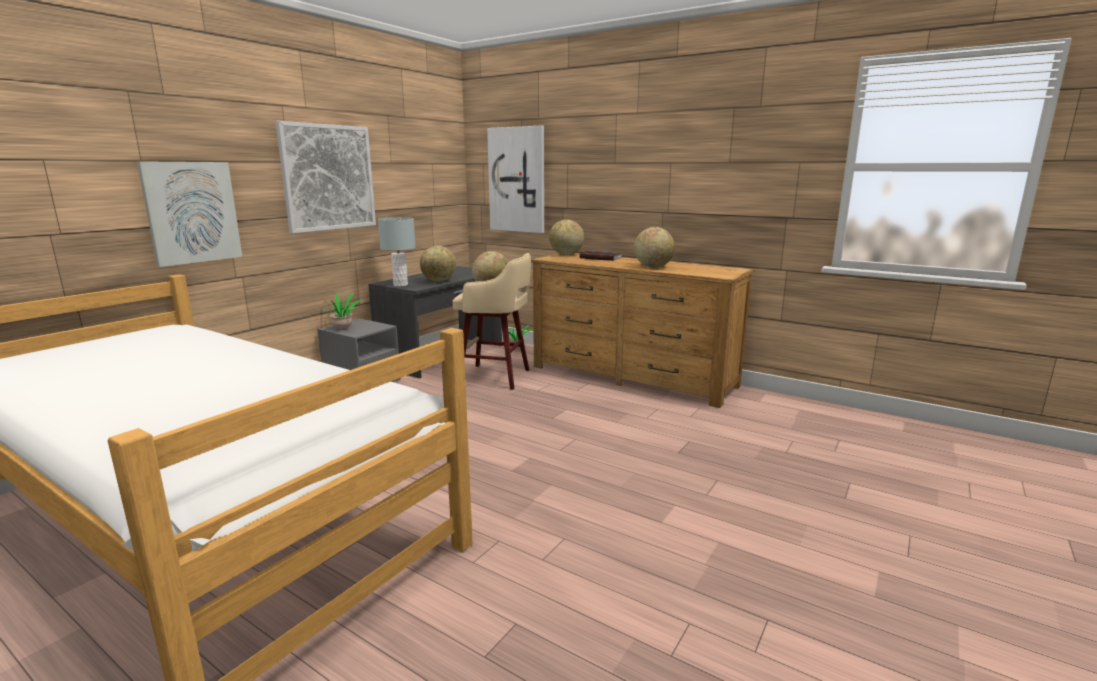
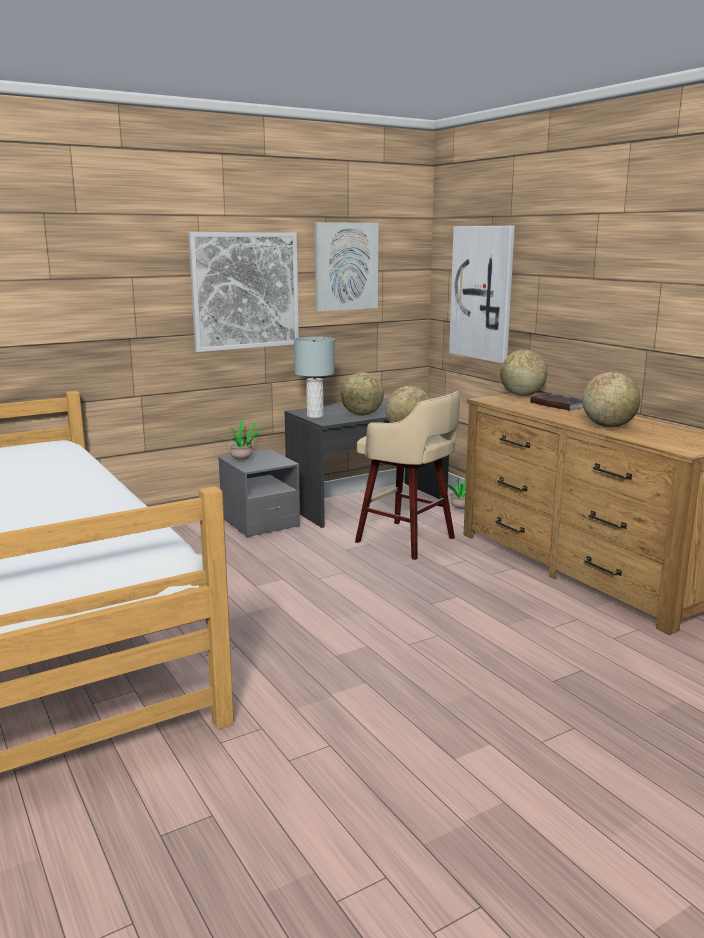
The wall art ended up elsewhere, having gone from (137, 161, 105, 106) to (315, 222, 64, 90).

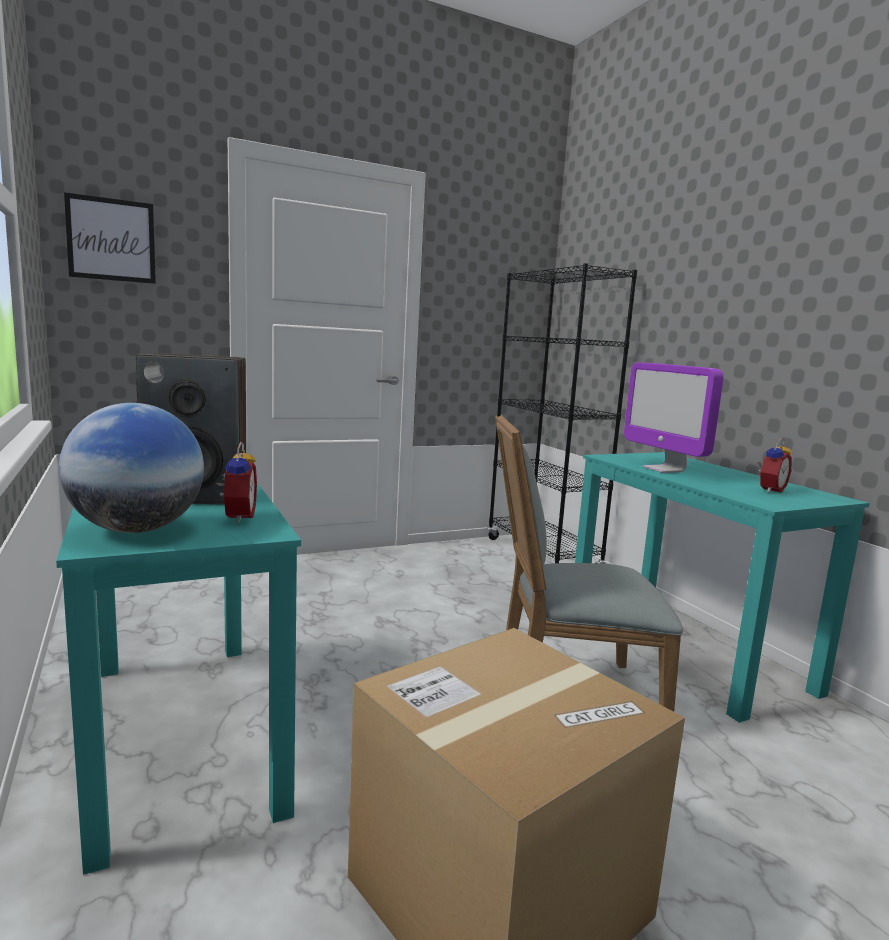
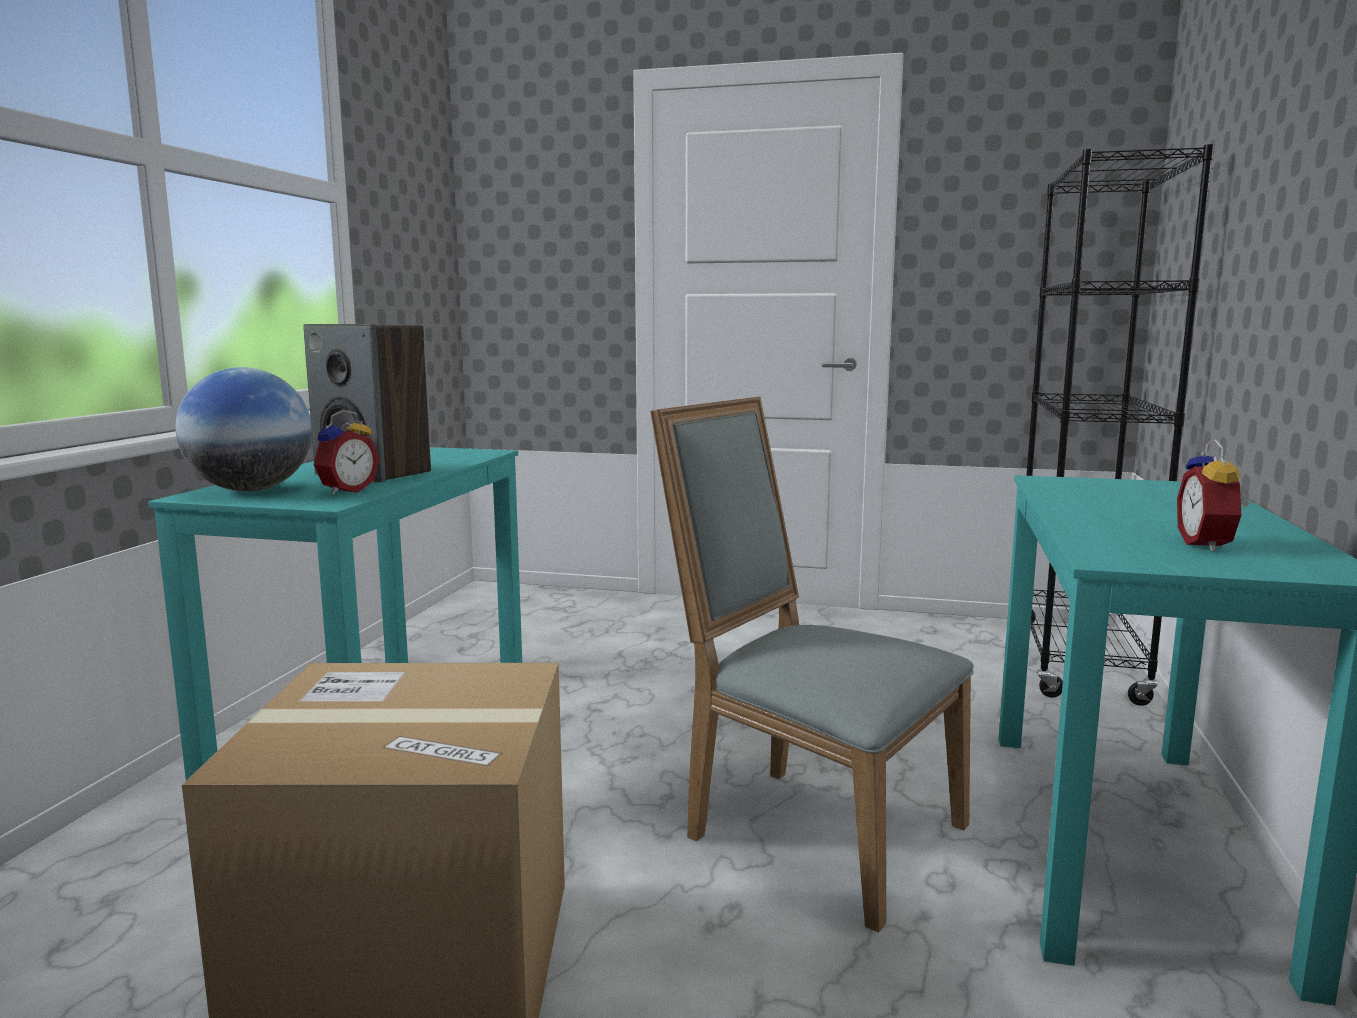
The second view lost the wall art at (64, 192, 92, 92).
The second view lost the computer display at (624, 362, 100, 111).
The bedside clock at (758, 438, 34, 55) ended up facing another way, 105 degrees clockwise from before.

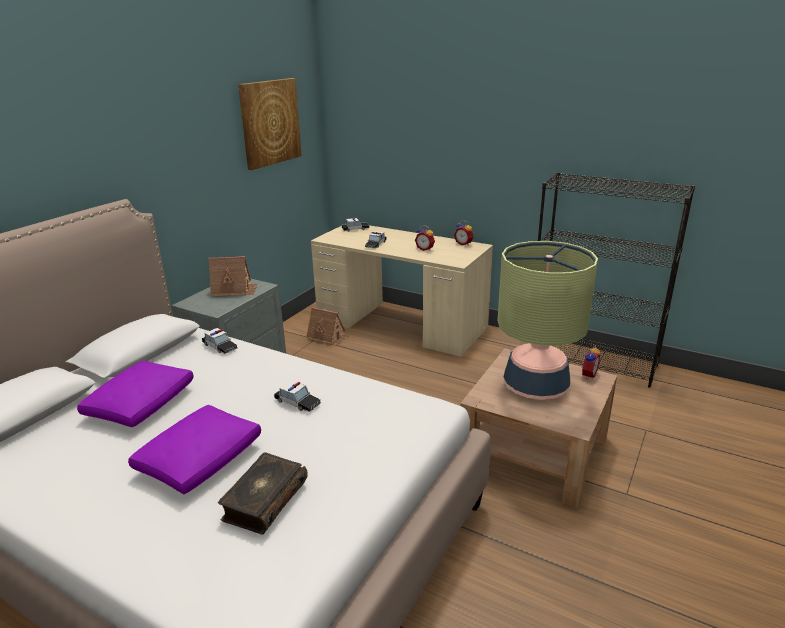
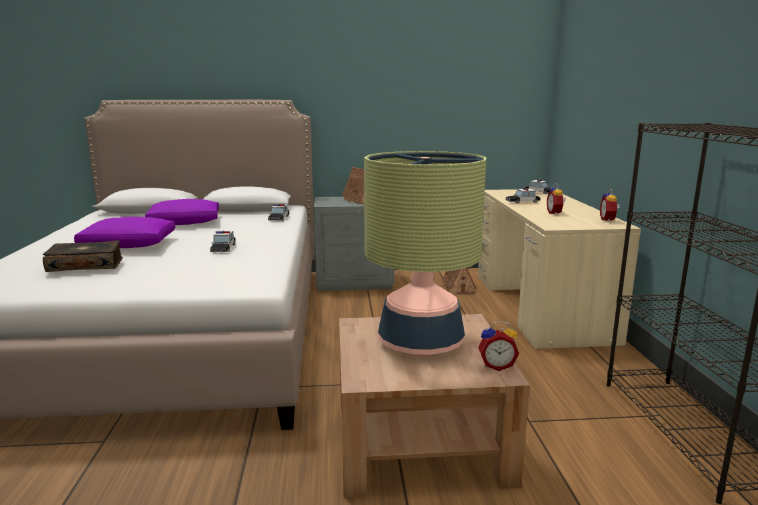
The second view lost the wall art at (238, 78, 64, 92).

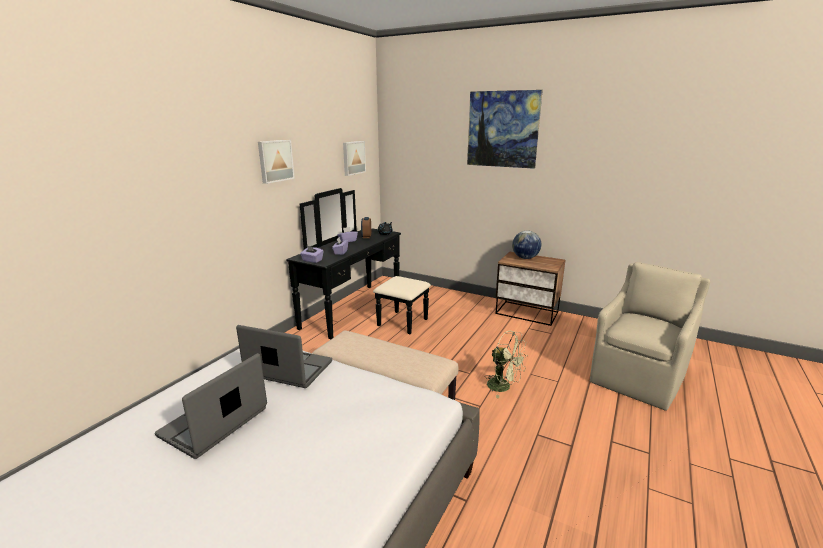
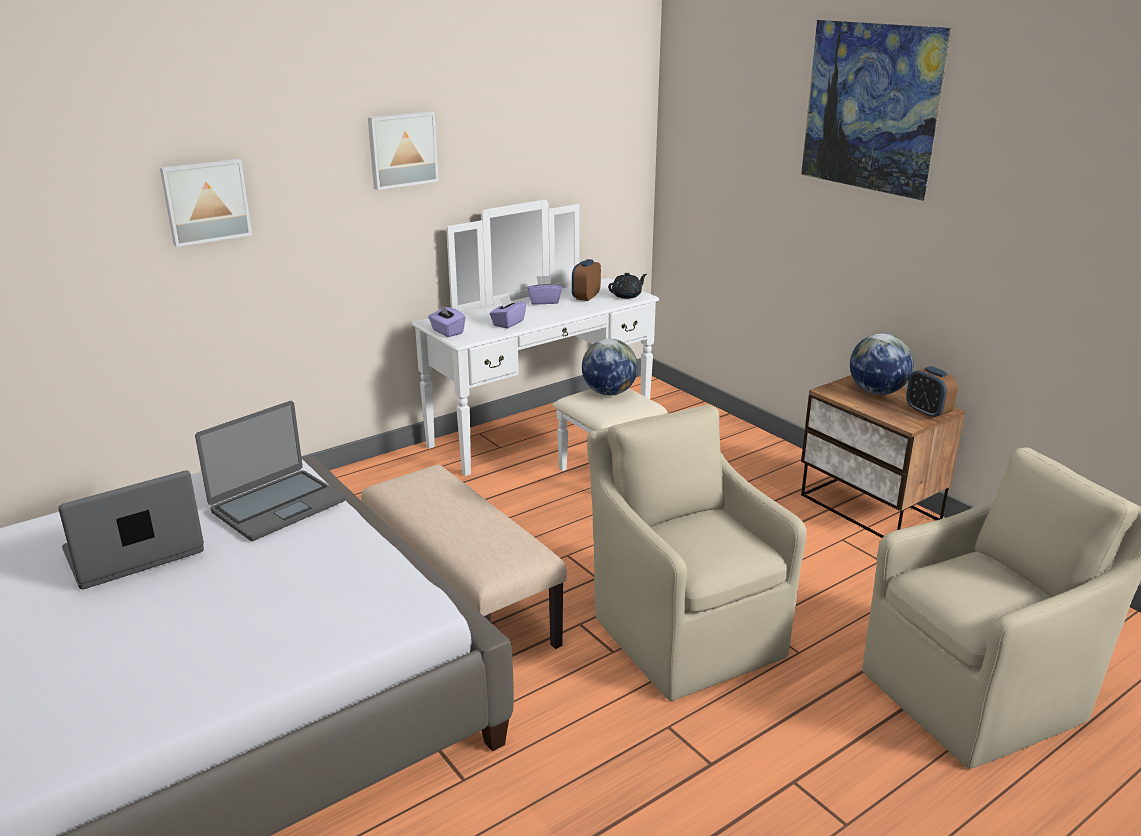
The laptop at (236, 325, 96, 63) ended up facing another way, 90 degrees clockwise from before.
What was the black chest of drawers at (287, 188, 144, 151) turned into the whitish chest of drawers at (412, 200, 256, 276).
The wall art ended up elsewhere, having gone from (343, 141, 23, 35) to (160, 159, 92, 88).
Where the green-coloured electric fan stood at (485, 331, 43, 67), the beige armchair came to stand at (587, 405, 220, 296).
The second view gained the desk globe at (582, 339, 56, 57).
The second view gained the bedside clock at (906, 366, 52, 53).

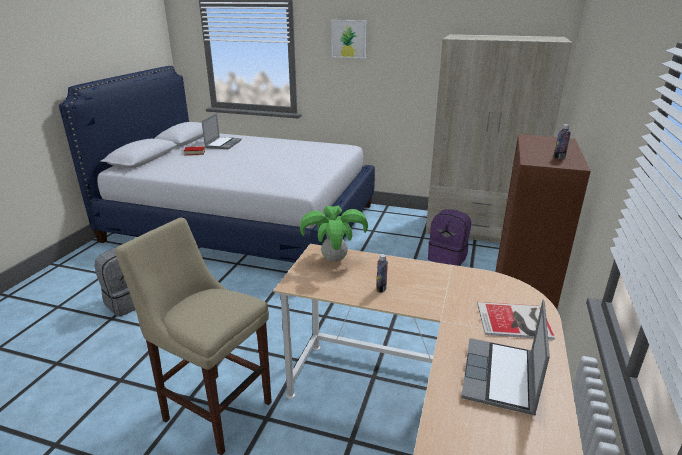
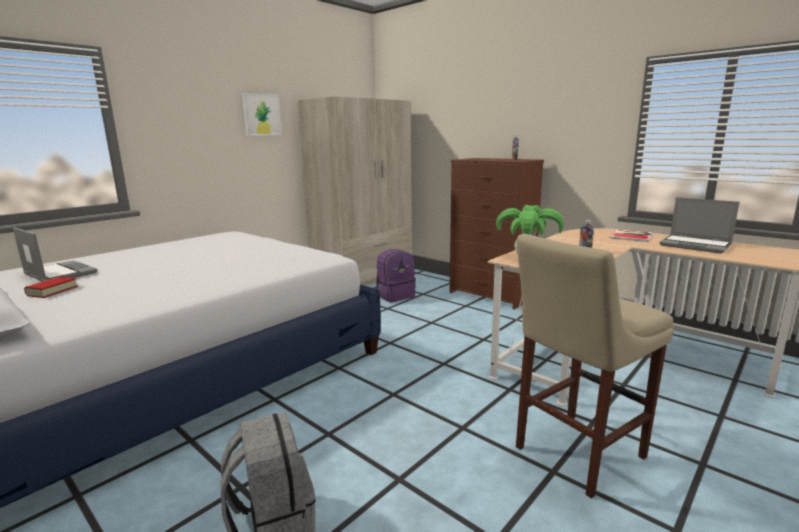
The wall art ended up elsewhere, having gone from (331, 20, 35, 39) to (242, 93, 40, 43).

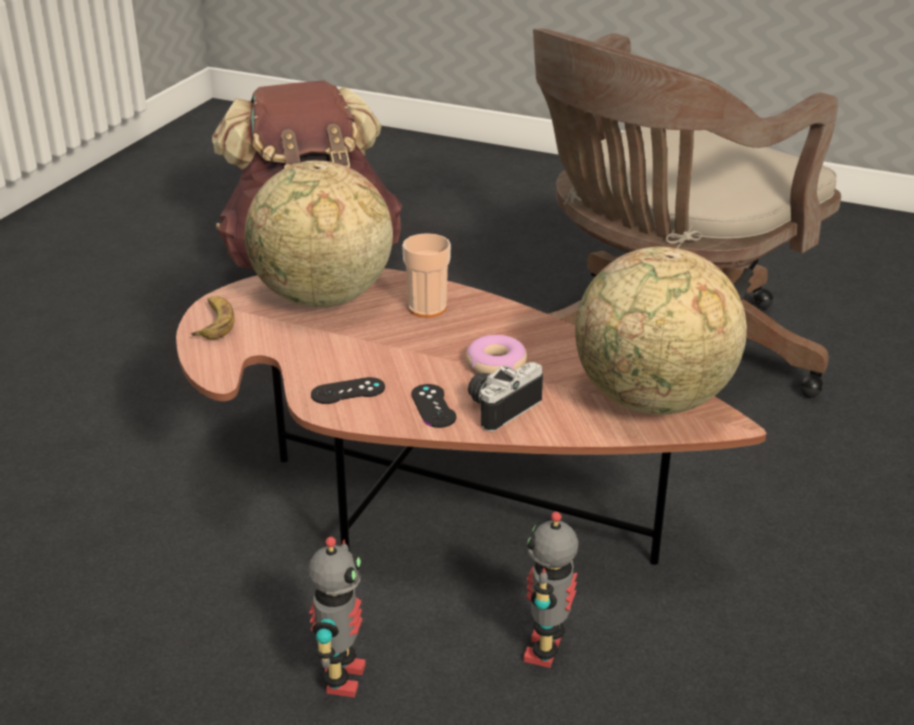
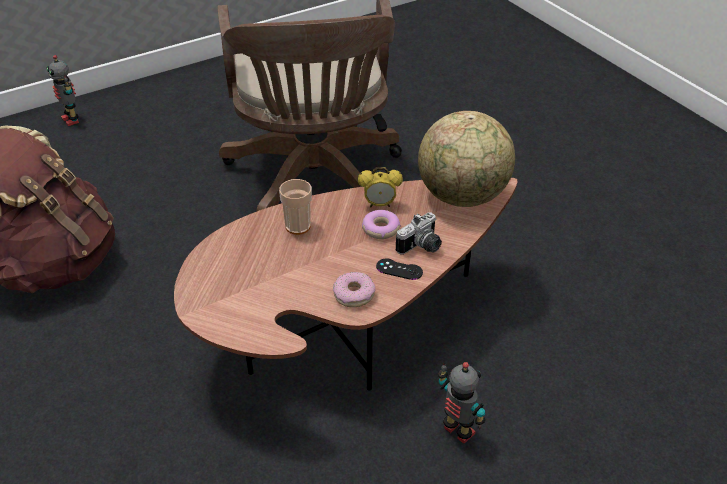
The second view lost the banana at (191, 296, 43, 44).
The second view lost the desk globe at (245, 161, 148, 147).
Where the black joypad stood at (311, 377, 74, 27), the doughnut came to stand at (333, 272, 42, 35).
The still camera at (468, 362, 75, 70) ended up facing another way, 120 degrees counterclockwise from before.
The model robot ended up elsewhere, having gone from (523, 512, 56, 156) to (46, 55, 33, 71).
The second view gained the bedside clock at (358, 167, 45, 40).

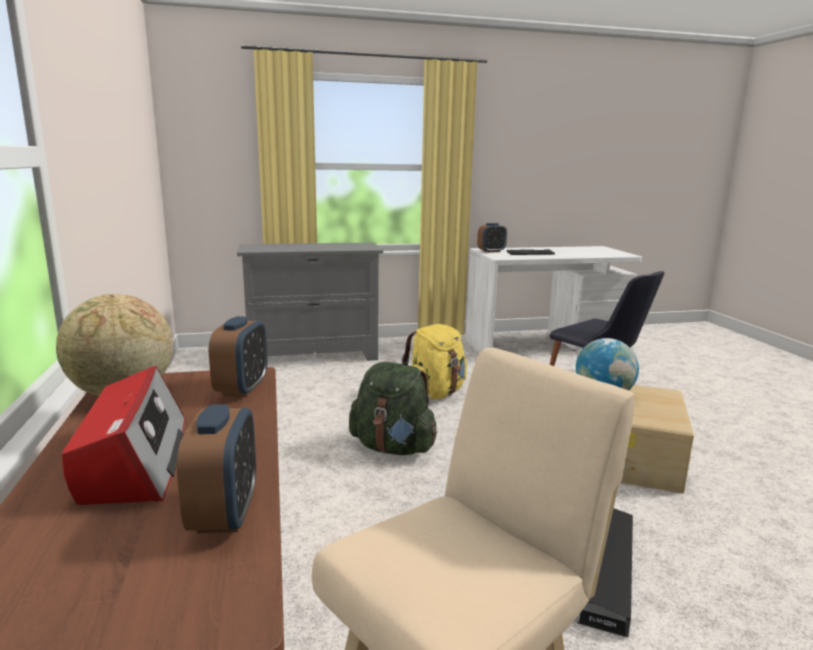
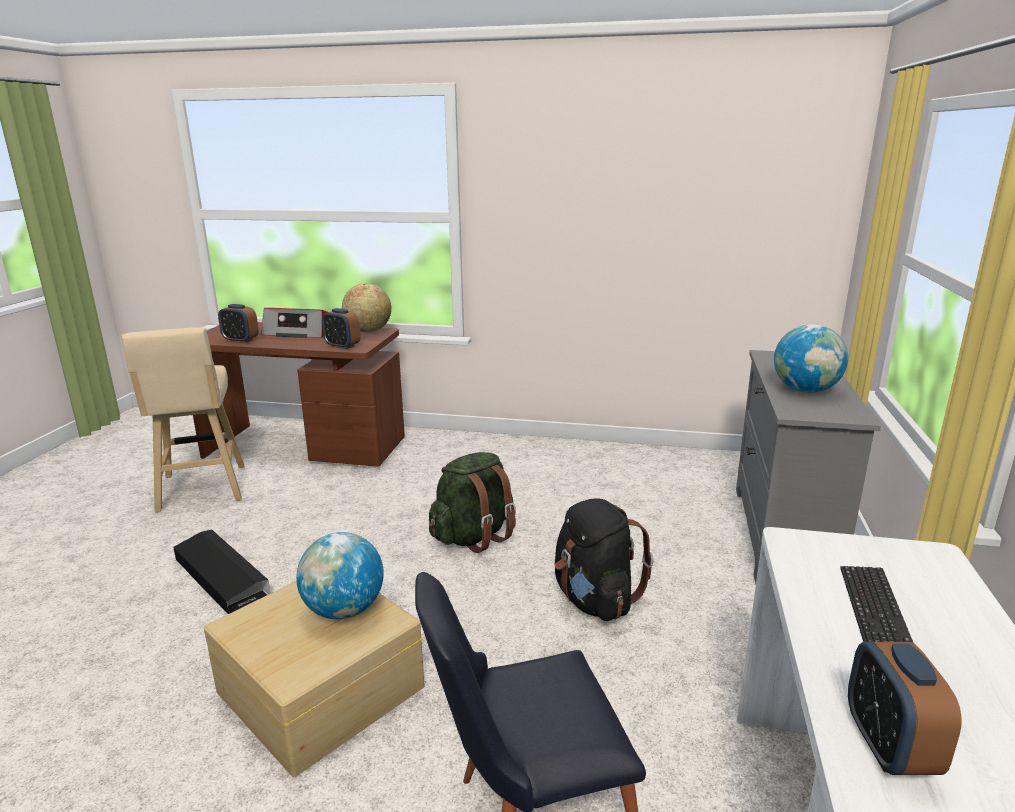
What was the yellow rucksack at (401, 324, 66, 76) turned into the black rucksack at (555, 499, 99, 122).
The bedside clock ended up elsewhere, having gone from (477, 223, 30, 30) to (848, 642, 114, 133).
The second view gained the desk globe at (774, 324, 74, 69).

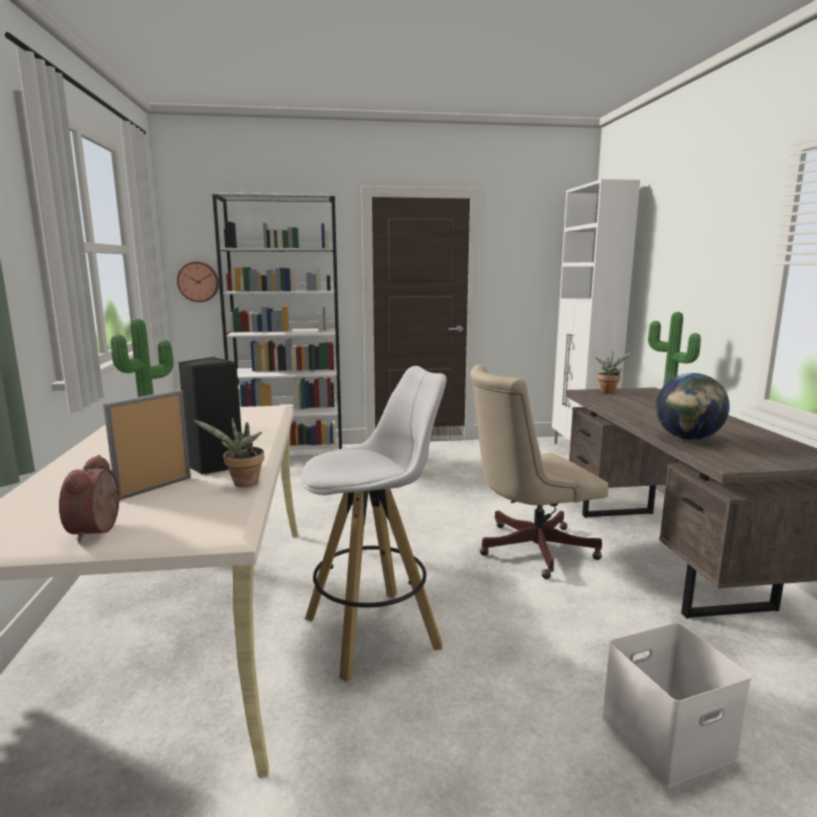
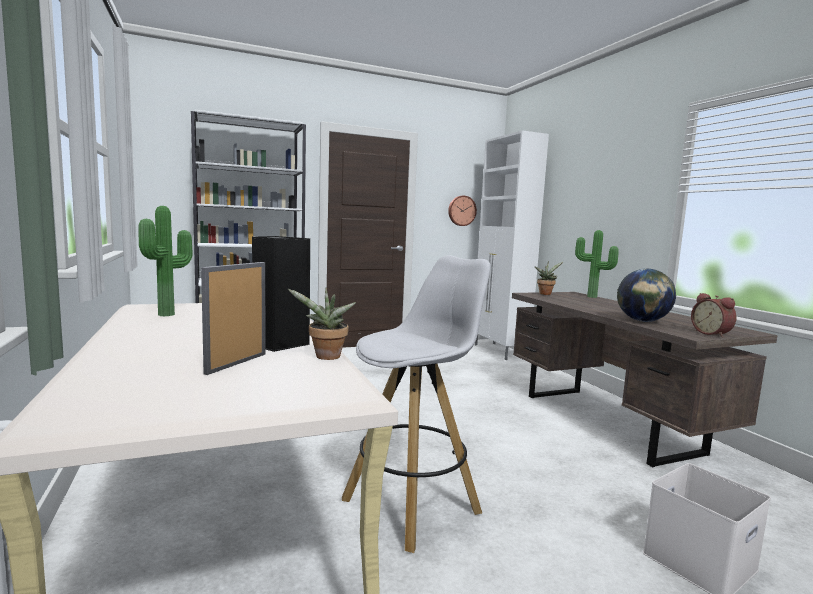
The bedside clock ended up elsewhere, having gone from (59, 455, 63, 88) to (691, 293, 45, 45).
The wall clock ended up elsewhere, having gone from (177, 262, 42, 40) to (448, 196, 29, 30).
The second view lost the beige computer chair at (470, 365, 138, 214).

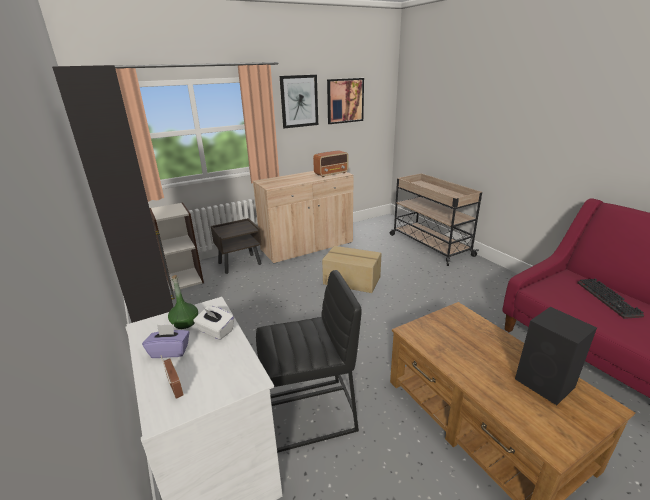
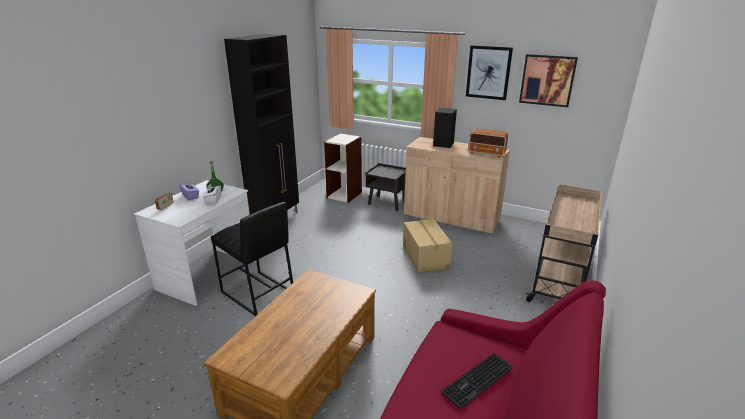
The black speaker ended up elsewhere, having gone from (515, 307, 82, 98) to (433, 108, 24, 40).

